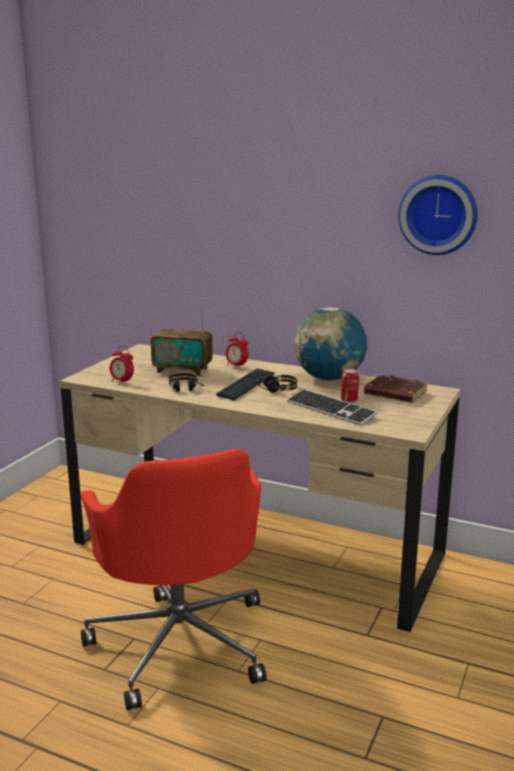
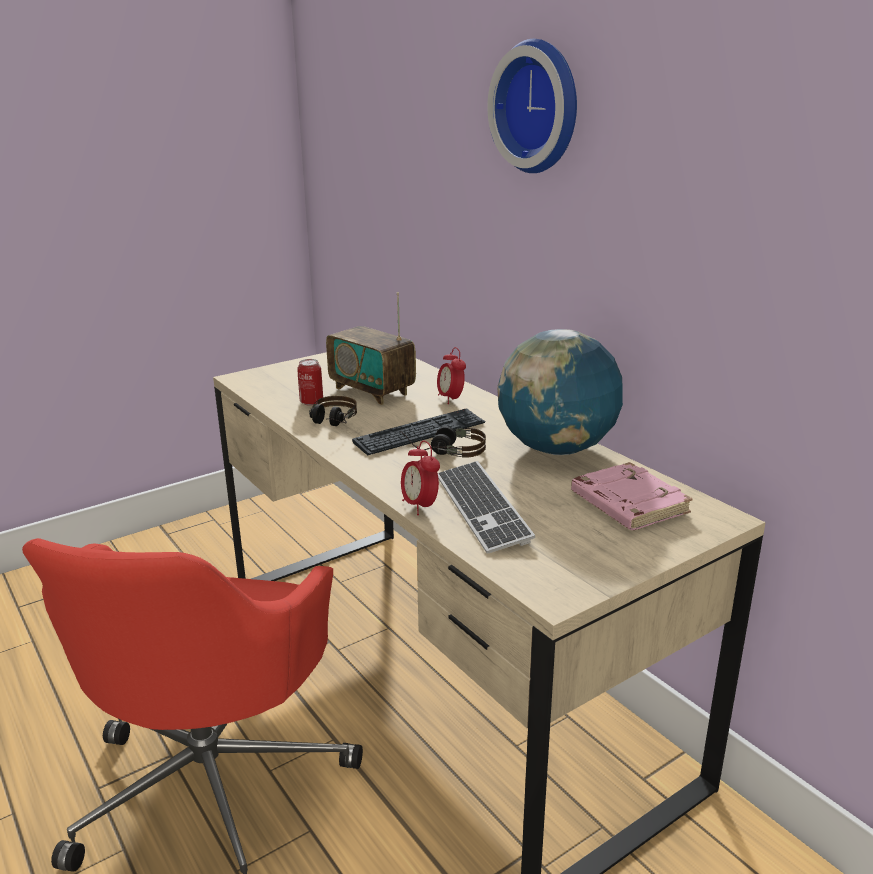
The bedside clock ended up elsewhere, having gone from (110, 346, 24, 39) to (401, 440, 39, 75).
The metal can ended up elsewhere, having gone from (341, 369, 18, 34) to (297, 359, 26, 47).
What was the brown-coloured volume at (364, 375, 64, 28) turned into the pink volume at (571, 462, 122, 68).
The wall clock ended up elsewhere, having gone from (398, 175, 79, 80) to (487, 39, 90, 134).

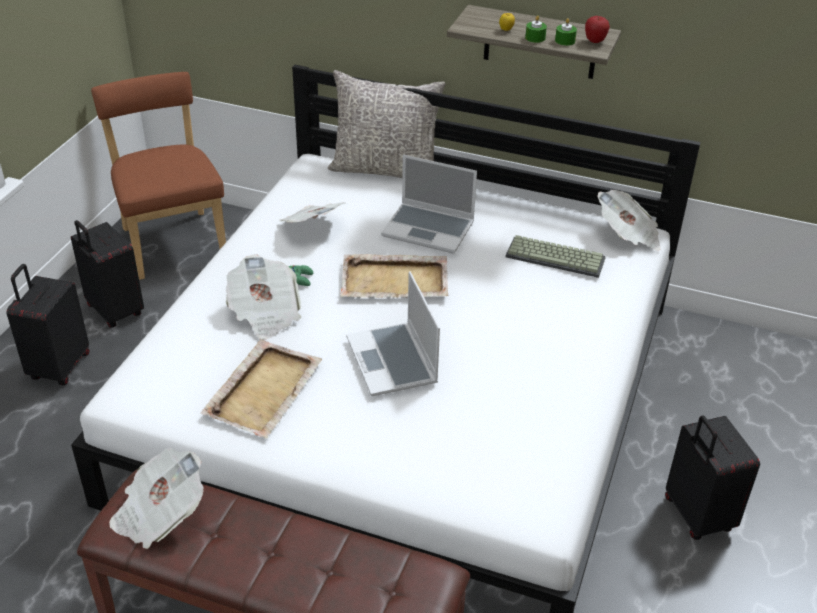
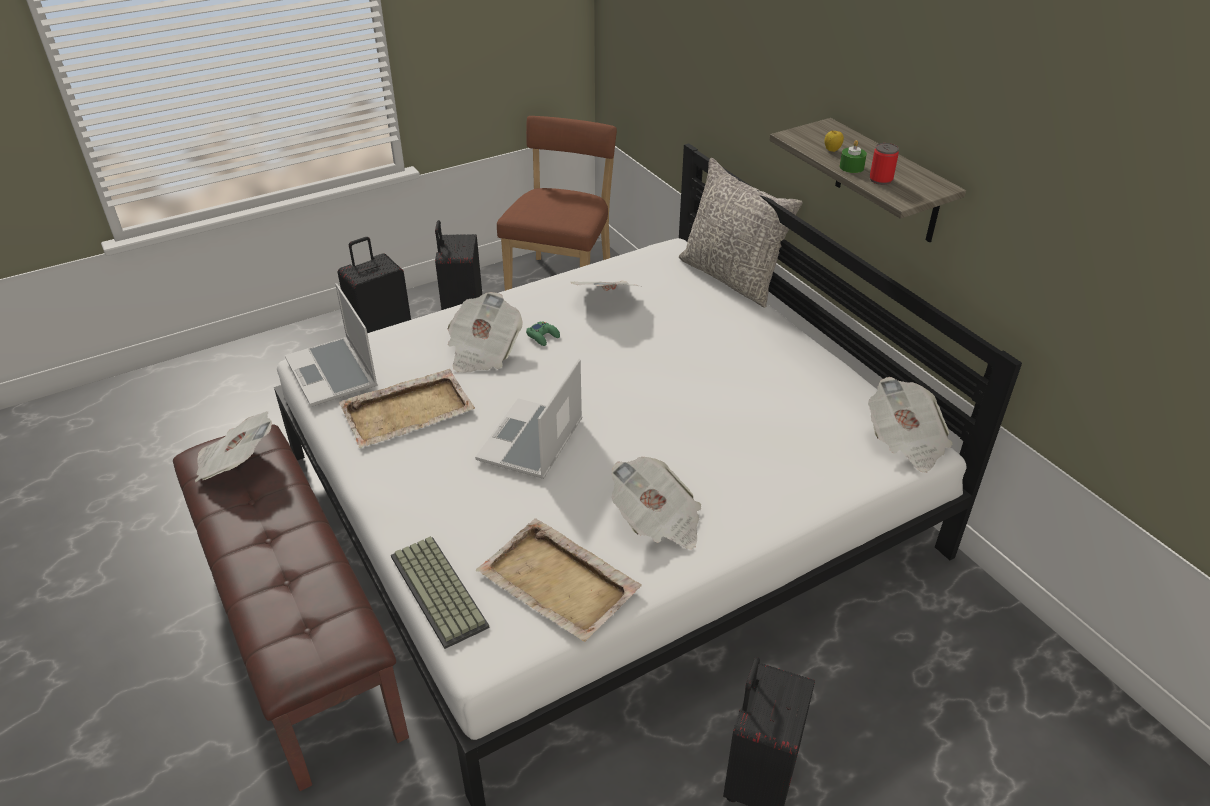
The beige carrying tray ended up elsewhere, having gone from (340, 254, 108, 44) to (476, 519, 166, 123).
The laptop ended up elsewhere, having gone from (381, 155, 96, 98) to (285, 283, 93, 124).
The keyboard ended up elsewhere, having gone from (505, 235, 101, 43) to (391, 536, 99, 113).
Where the green-coloured wax light stood at (555, 18, 22, 28), the metal can came to stand at (870, 143, 29, 42).
The second view lost the whole apple at (585, 16, 25, 27).
The second view gained the printed paper at (611, 457, 90, 92).

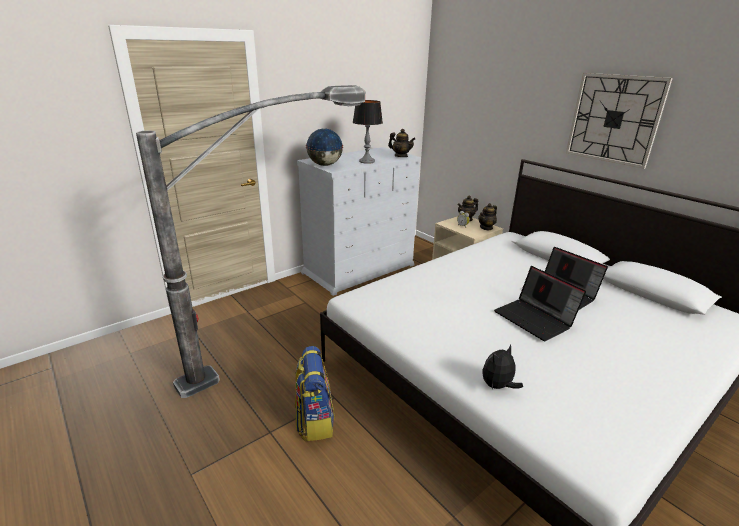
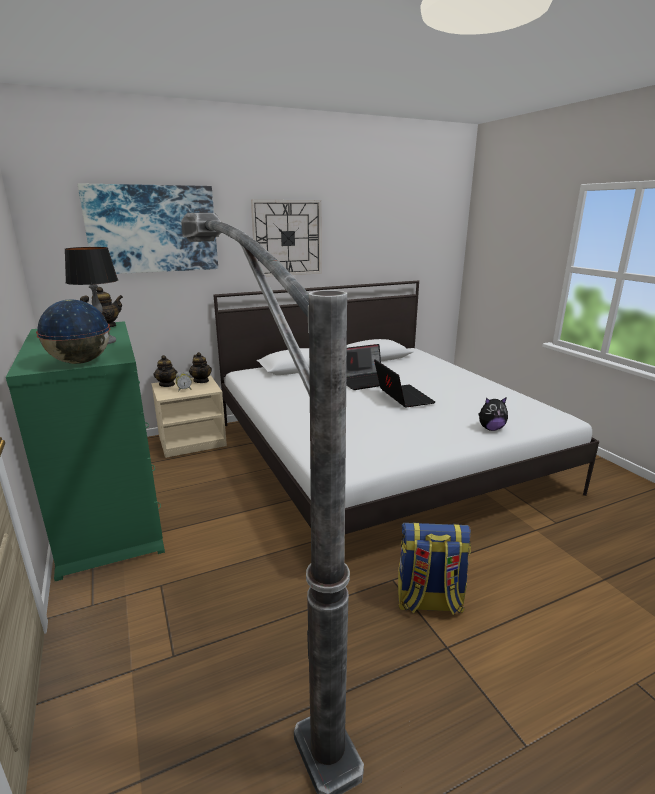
What was the whitish chest of drawers at (297, 147, 124, 149) turned into the green-coloured chest of drawers at (6, 321, 159, 260).
The plush toy at (482, 345, 41, 44) ended up facing another way, 75 degrees counterclockwise from before.
The laptop at (494, 266, 92, 75) ended up facing another way, 90 degrees counterclockwise from before.
The second view gained the wall art at (78, 183, 140, 91).

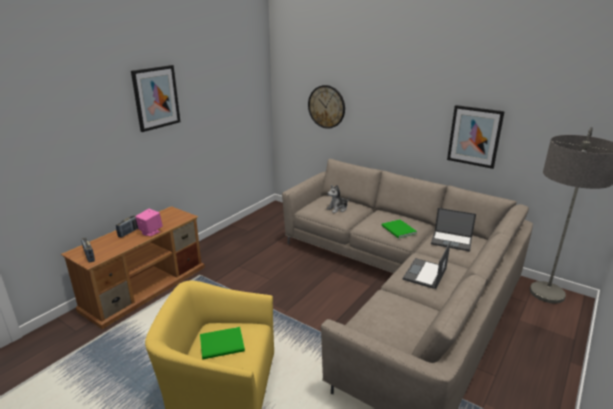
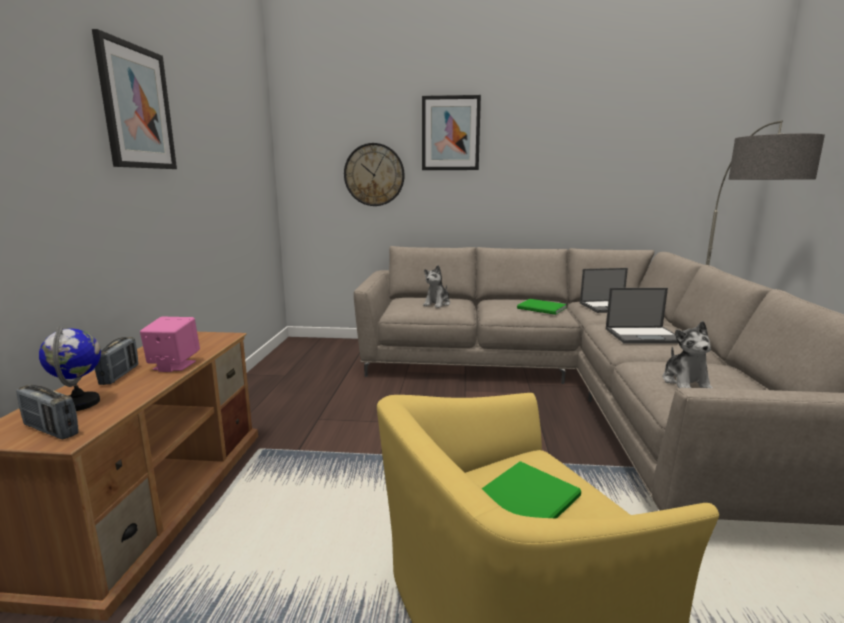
The laptop at (403, 242, 48, 47) ended up facing another way, 90 degrees counterclockwise from before.
The wall art ended up elsewhere, having gone from (447, 105, 58, 64) to (422, 95, 59, 75).
The second view gained the desk globe at (39, 327, 62, 84).
The second view gained the plush toy at (662, 321, 51, 67).

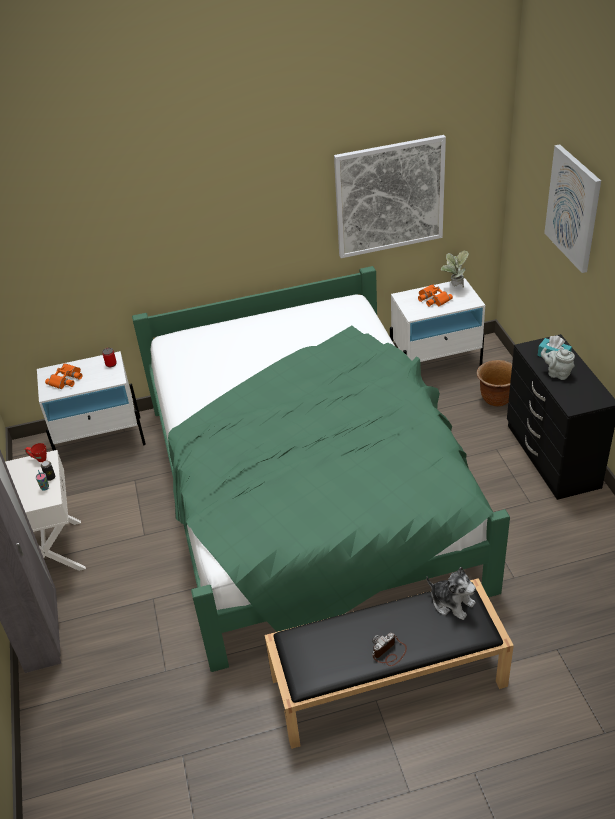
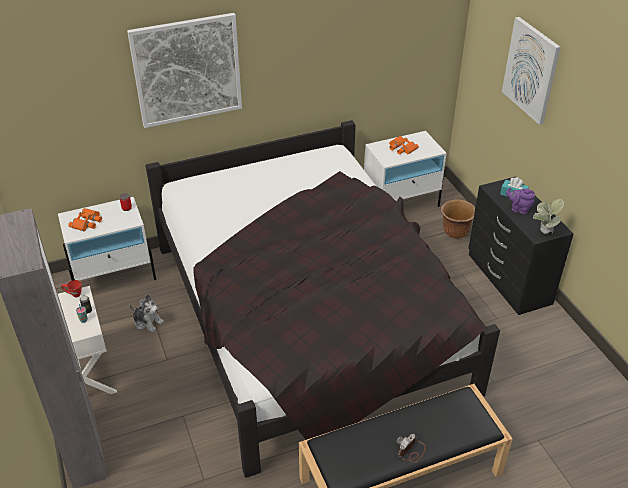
What was the green-coloured bedroom bed at (132, 266, 378, 406) turned into the black bedroom bed at (145, 120, 355, 358).
The wall art ended up elsewhere, having gone from (334, 135, 112, 123) to (127, 13, 115, 115).
The plush toy ended up elsewhere, having gone from (426, 567, 50, 53) to (129, 294, 35, 39).
The houseplant ended up elsewhere, having gone from (441, 250, 28, 38) to (533, 199, 31, 36).
What was the gray pot for tea at (541, 348, 34, 32) turned into the purple pot for tea at (506, 187, 29, 28).

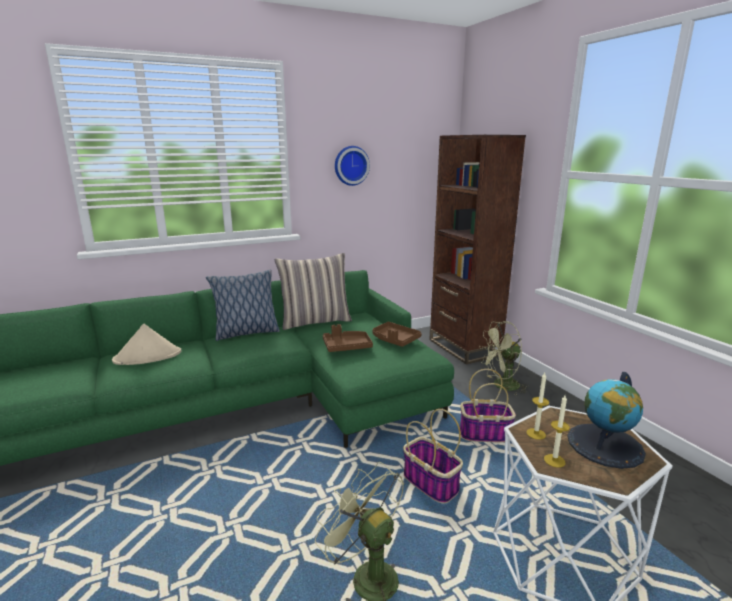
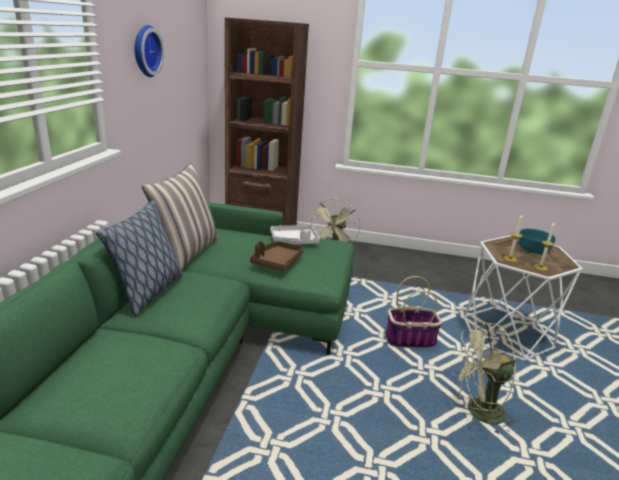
The second view lost the beige hat at (112, 324, 70, 41).
What was the brown-coloured carrying tray at (372, 322, 49, 25) turned into the whitish carrying tray at (270, 225, 49, 19).
The second view lost the basket at (460, 369, 56, 73).
Where the desk globe stood at (567, 372, 79, 97), the turquoise deep dish came to stand at (519, 229, 37, 25).

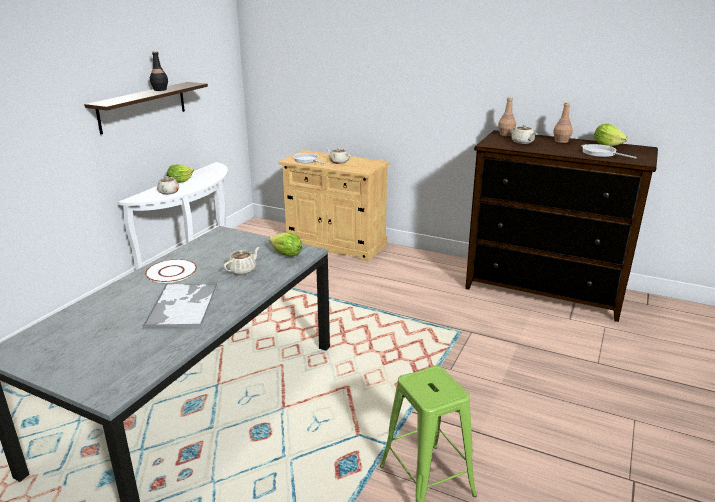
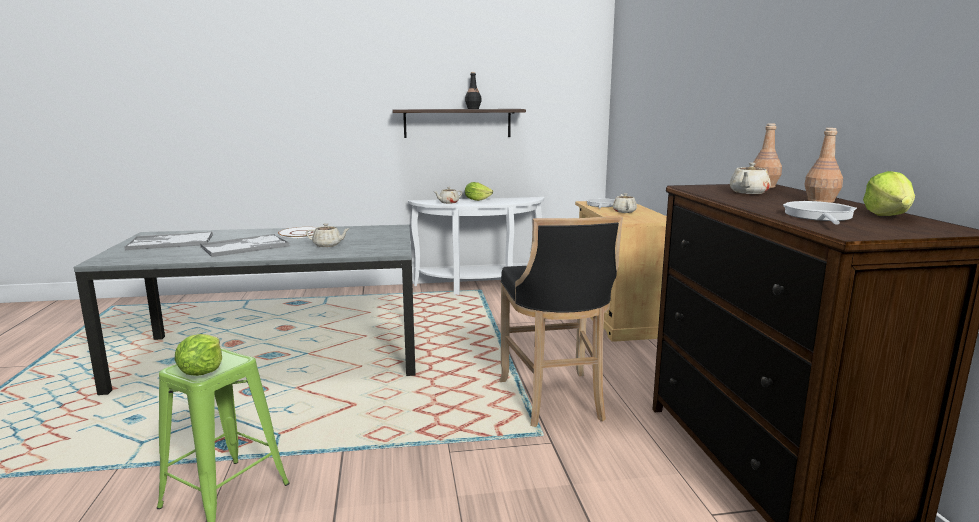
The head of lettuce ended up elsewhere, having gone from (269, 232, 33, 25) to (175, 334, 47, 42).
The second view gained the carrying tray at (124, 232, 89, 18).
The second view gained the black stool at (500, 215, 123, 212).

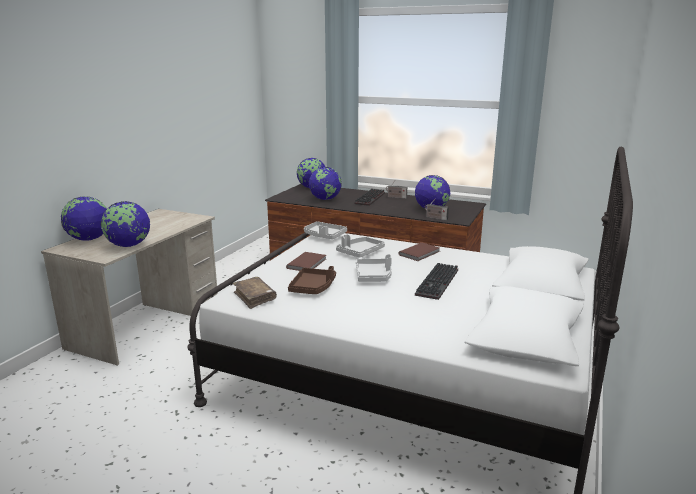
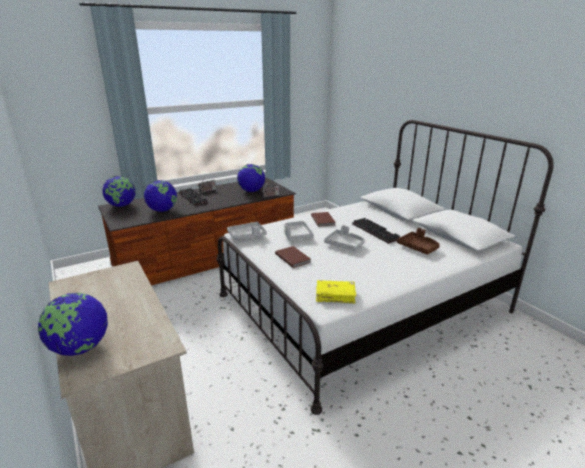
The second view lost the desk globe at (101, 201, 49, 46).
What was the brown-coloured volume at (233, 277, 44, 32) turned into the yellow volume at (316, 280, 40, 23).
The brown-coloured carrying tray ended up elsewhere, having gone from (288, 266, 48, 28) to (397, 228, 43, 27).

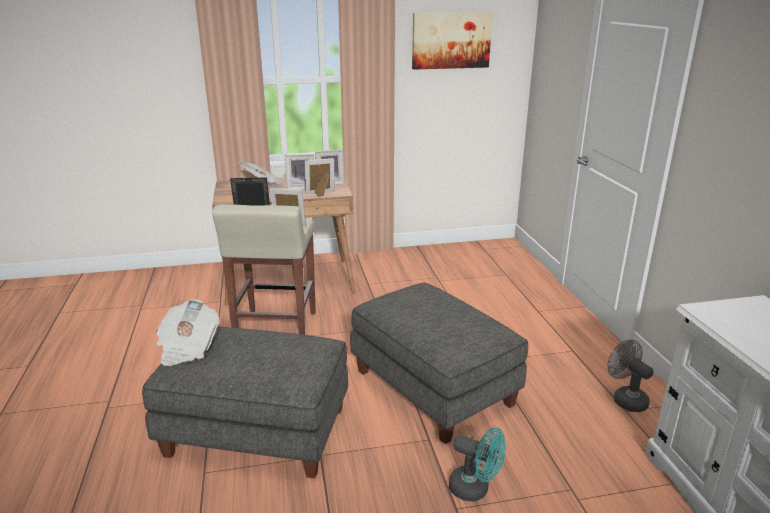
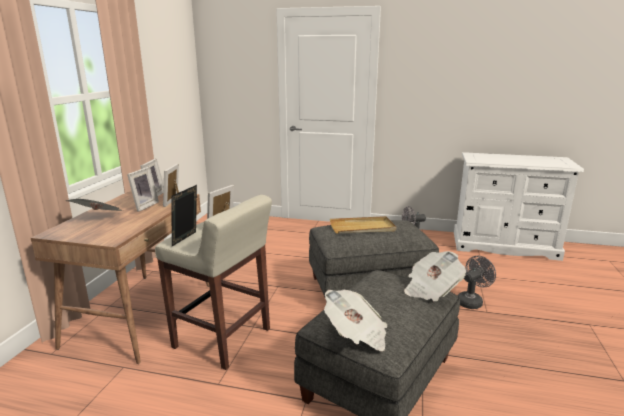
The second view lost the wall art at (412, 12, 81, 58).
What was the turquoise electric fan at (449, 427, 57, 75) turned into the gray electric fan at (458, 256, 38, 53).
The second view gained the beige carrying tray at (330, 216, 67, 18).
The second view gained the printed paper at (404, 251, 62, 50).

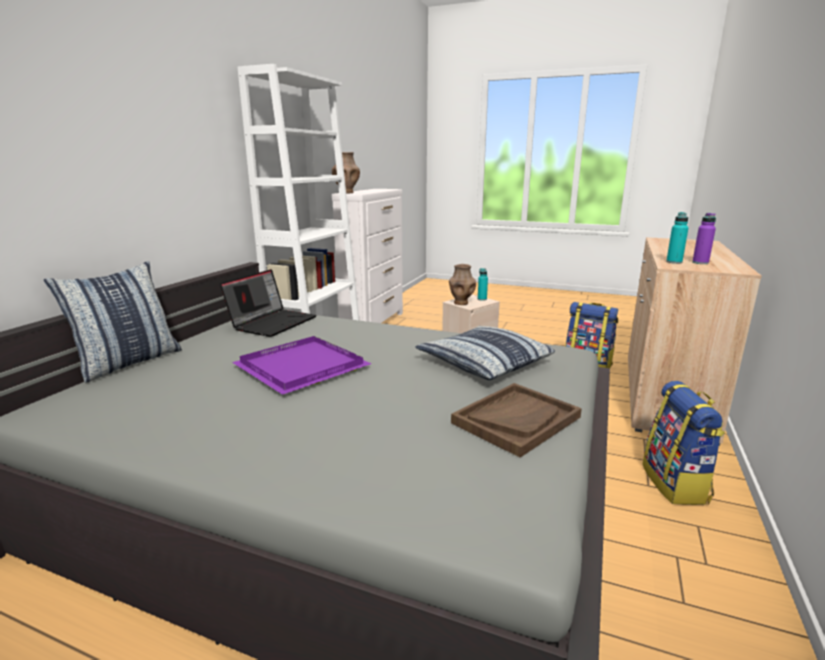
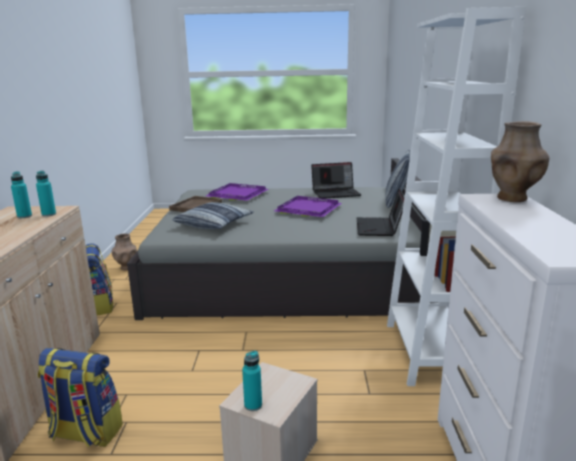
The brown-coloured vase ended up elsewhere, having gone from (449, 264, 27, 41) to (111, 233, 26, 37).
What was the purple drink bottle at (692, 213, 24, 51) turned into the turquoise drink bottle at (11, 171, 21, 47).
The second view gained the purple carrying tray at (206, 183, 62, 18).
The second view gained the laptop at (311, 162, 50, 37).

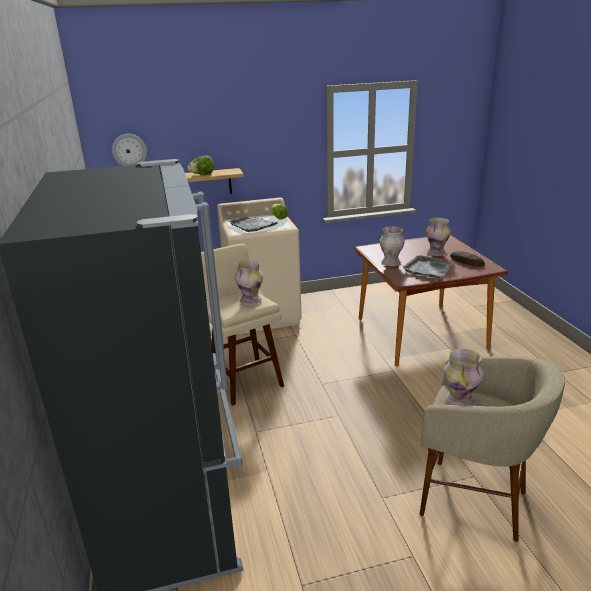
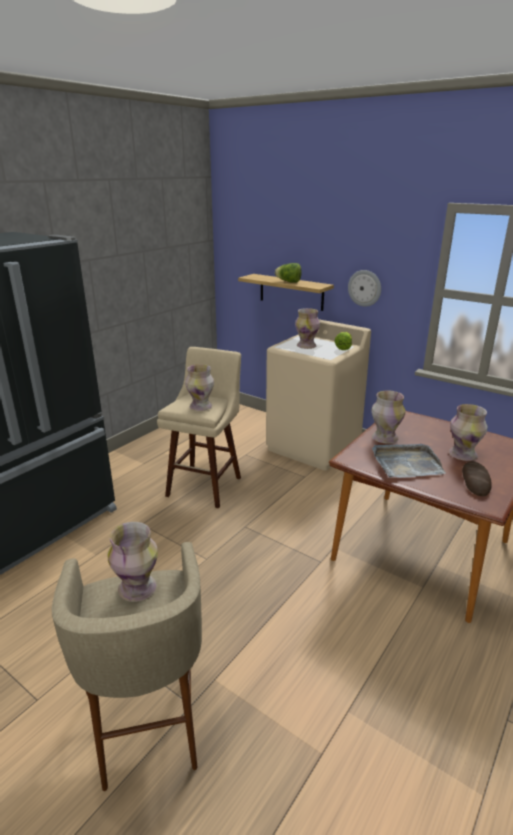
The wall clock ended up elsewhere, having gone from (112, 134, 35, 32) to (348, 270, 33, 37).
Where the gray carrying tray stood at (229, 217, 49, 15), the vase came to stand at (295, 308, 25, 41).

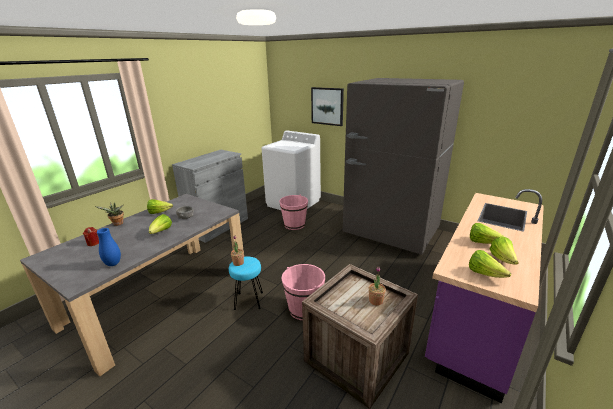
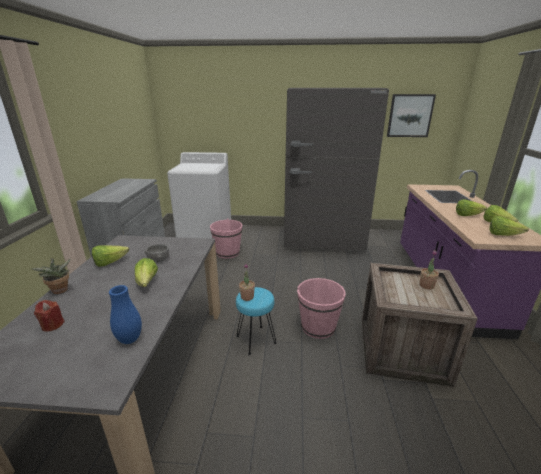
The wall art ended up elsewhere, having gone from (311, 87, 33, 39) to (387, 94, 49, 43).

